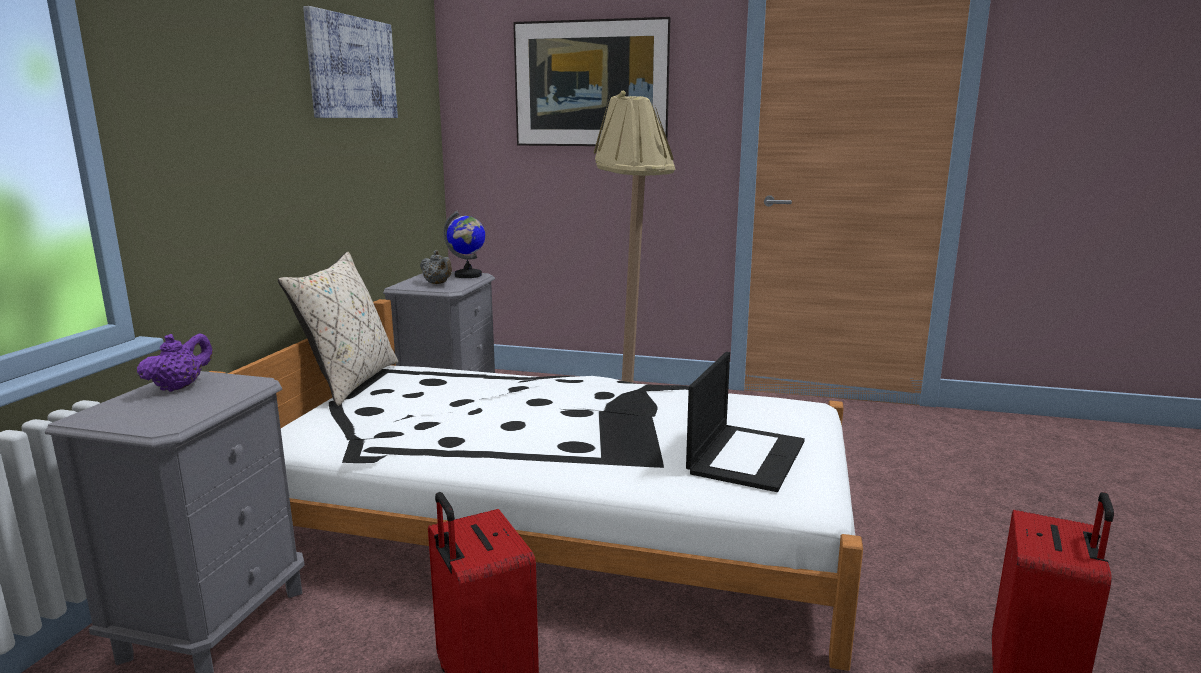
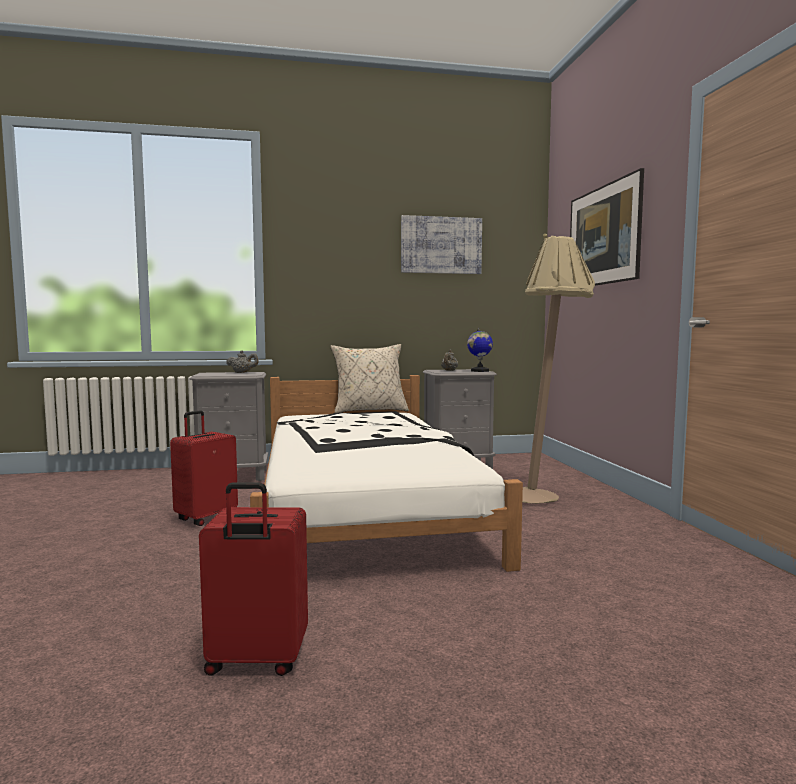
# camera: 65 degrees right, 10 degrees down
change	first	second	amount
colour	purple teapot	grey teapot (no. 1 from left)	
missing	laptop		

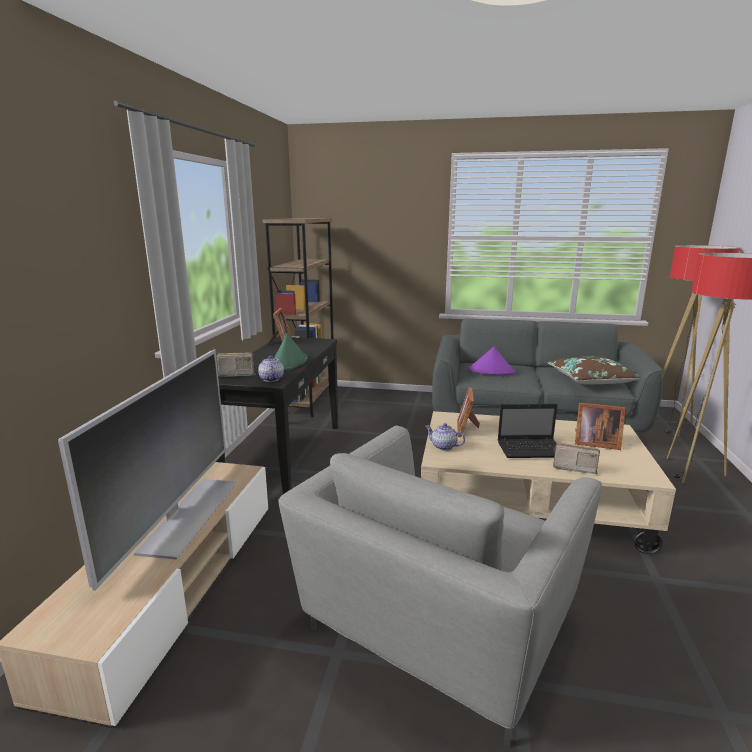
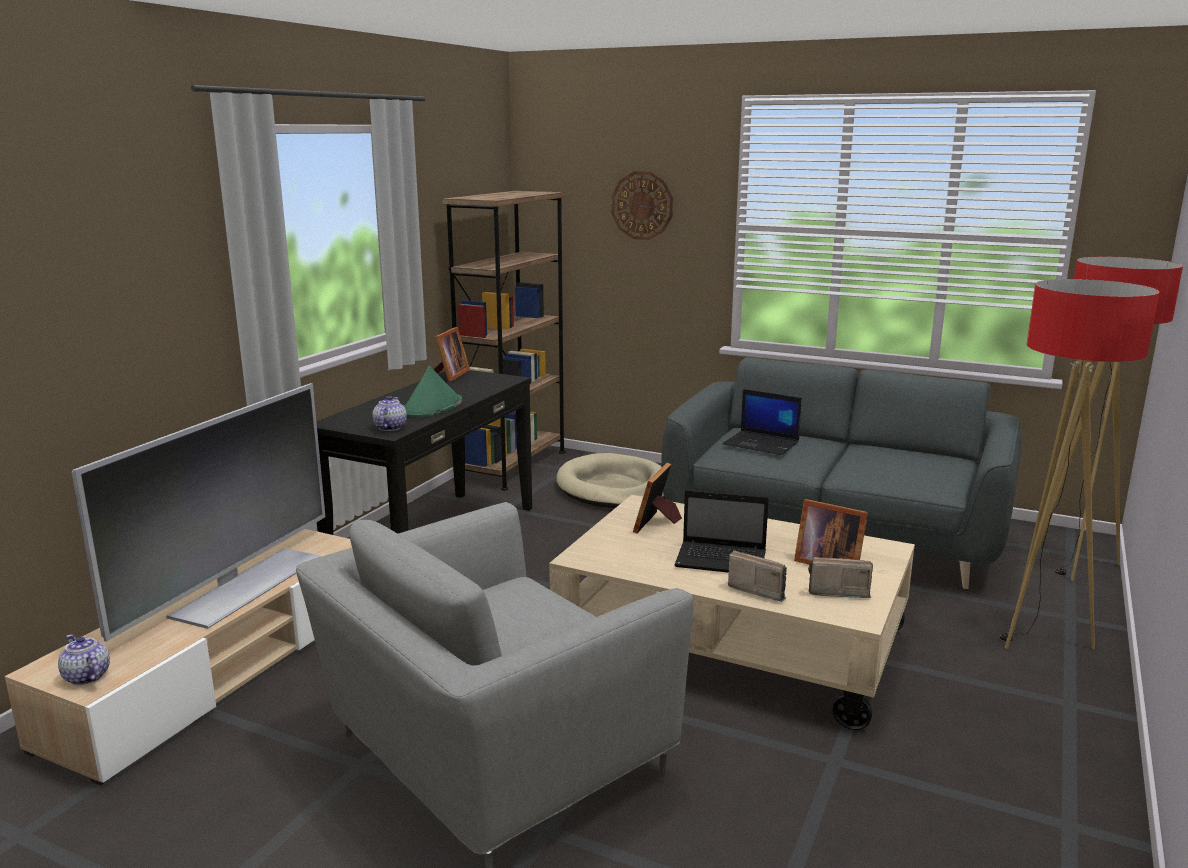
# camera: 15 degrees right, 0 degrees up
change	first	second	amount
relocated	teapot (no. 2 from left in the first image)	teapot (no. 1 from left)	
appeared		beige dog bed	
appeared		wall clock	
exchanged	purple hat	laptop (no. 2 from left)	
relocated	radio (no. 1 from left in the first image)	radio (no. 2 from left)	
missing	brown pillow		

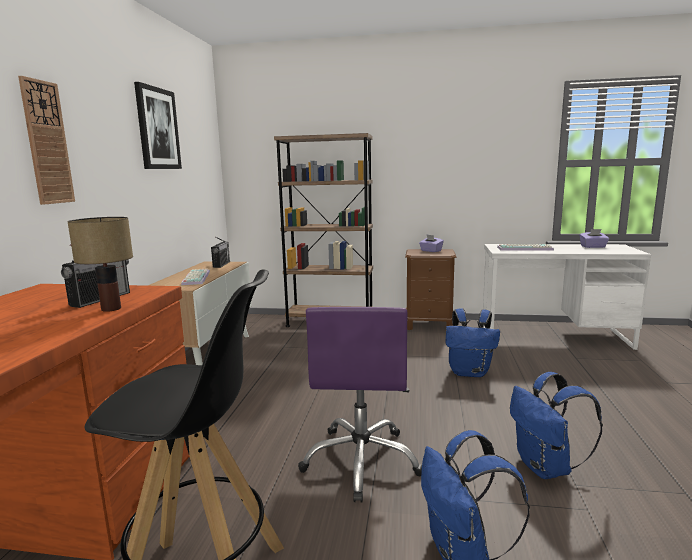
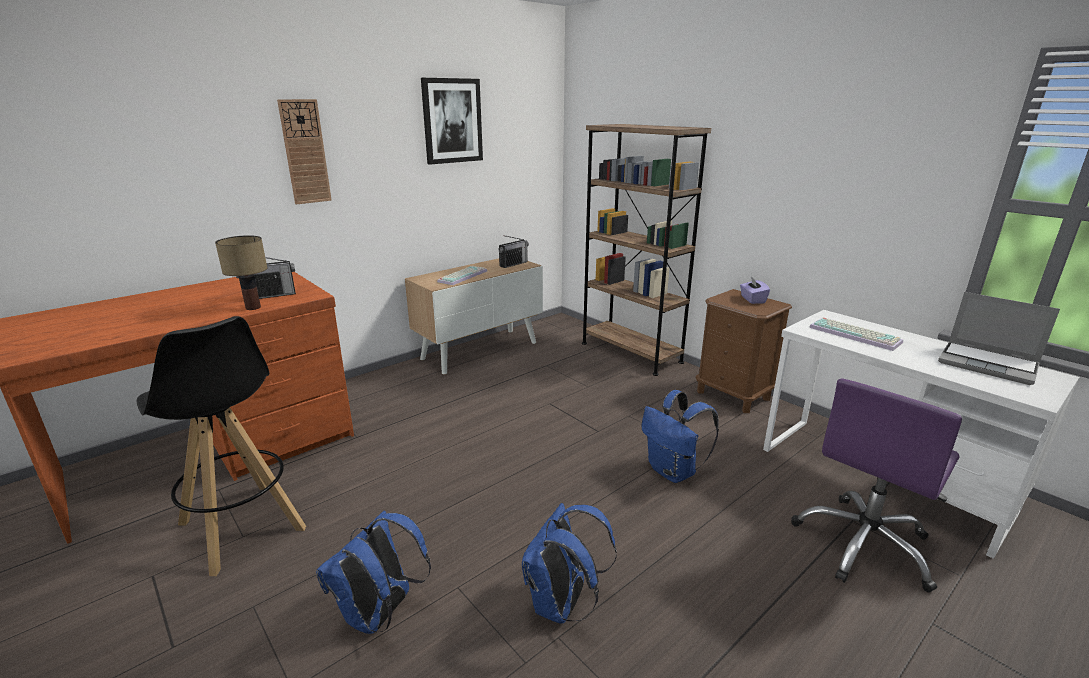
# camera: 40 degrees right, 10 degrees up
change	first	second	amount
relocated	purple office chair		
exchanged	purple tissue box (no. 2 from left)	laptop	

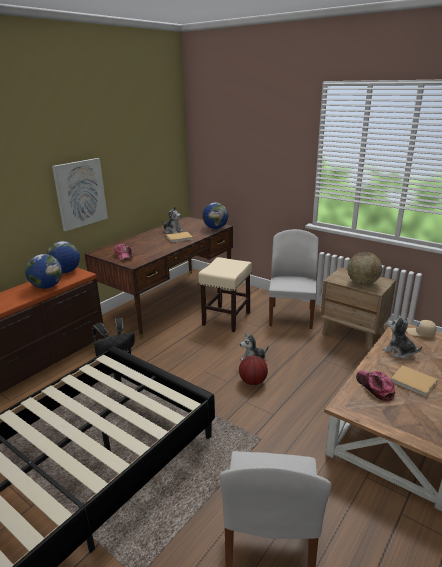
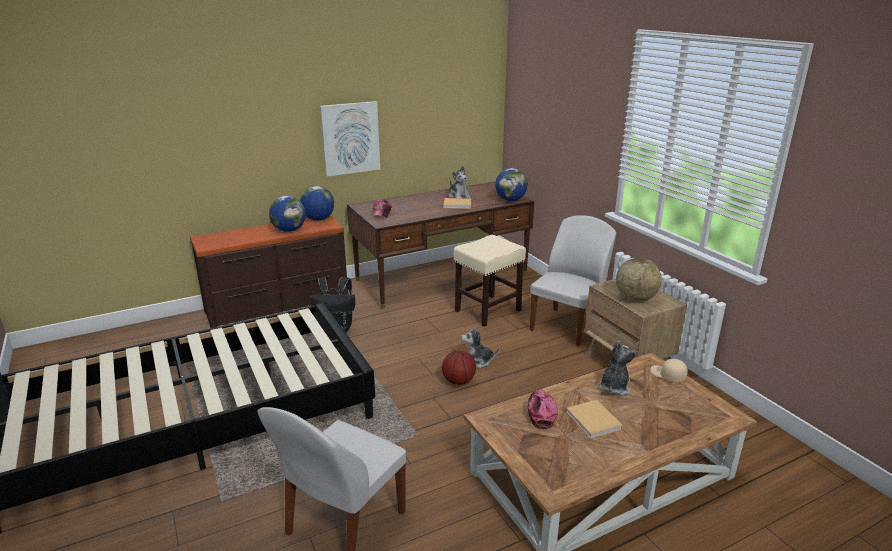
# camera: 25 degrees right, 0 degrees up
change	first	second	amount
spun	plush toy (no. 3 from left)		45 degrees clockwise

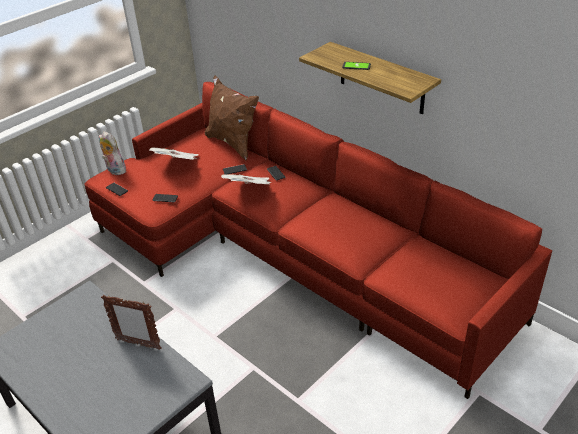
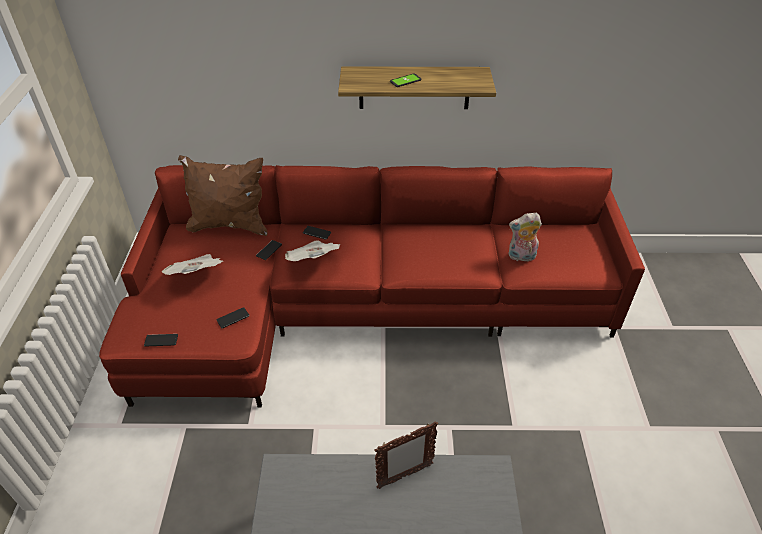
# camera: 45 degrees left, 5 degrees up
change	first	second	amount
relocated	plush toy		

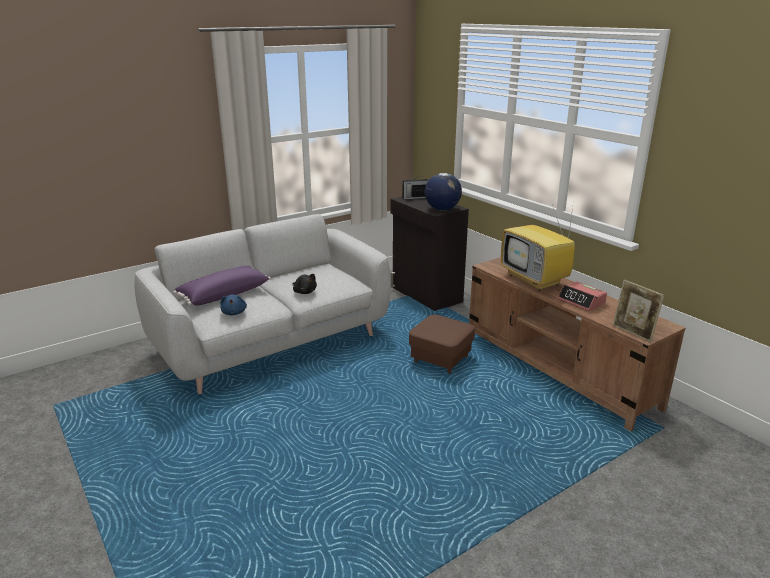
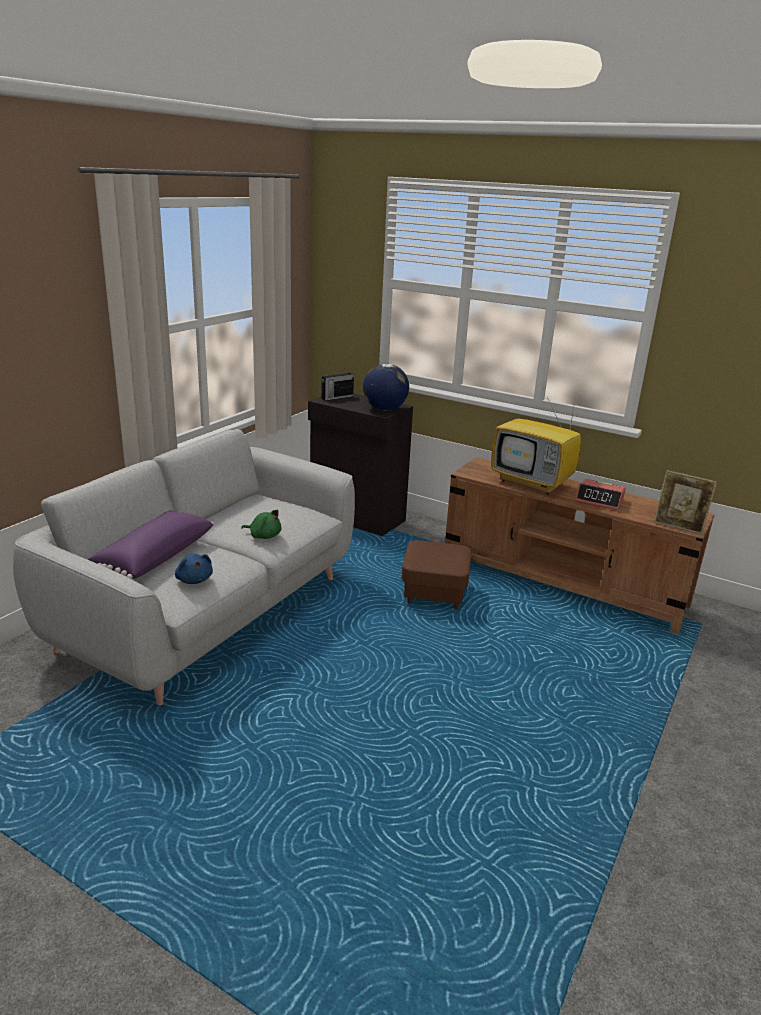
# camera: 25 degrees left, 0 degrees up
change	first	second	amount
colour	black plush toy	green plush toy	

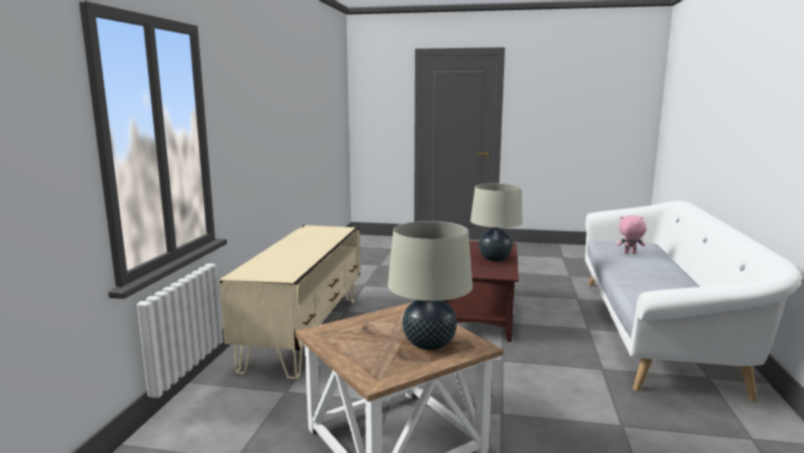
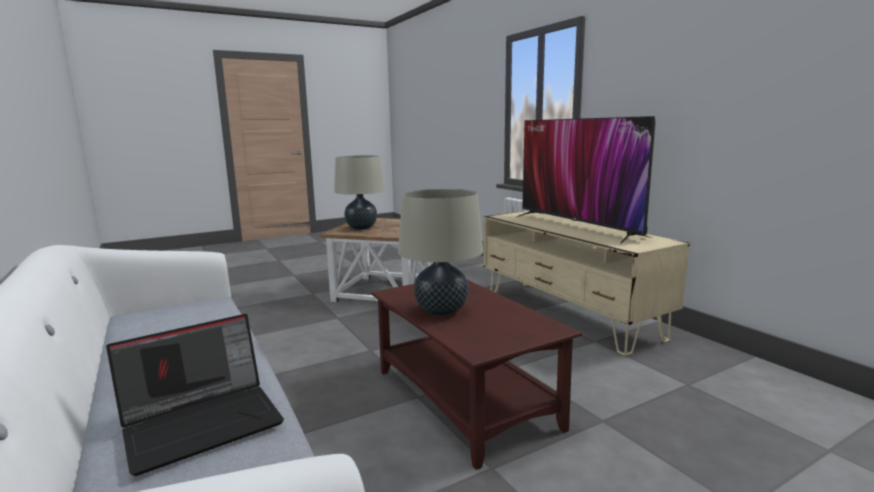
# camera: 140 degrees right, 0 degrees up
change	first	second	amount
exchanged	pink plush toy	laptop	
appeared		television	

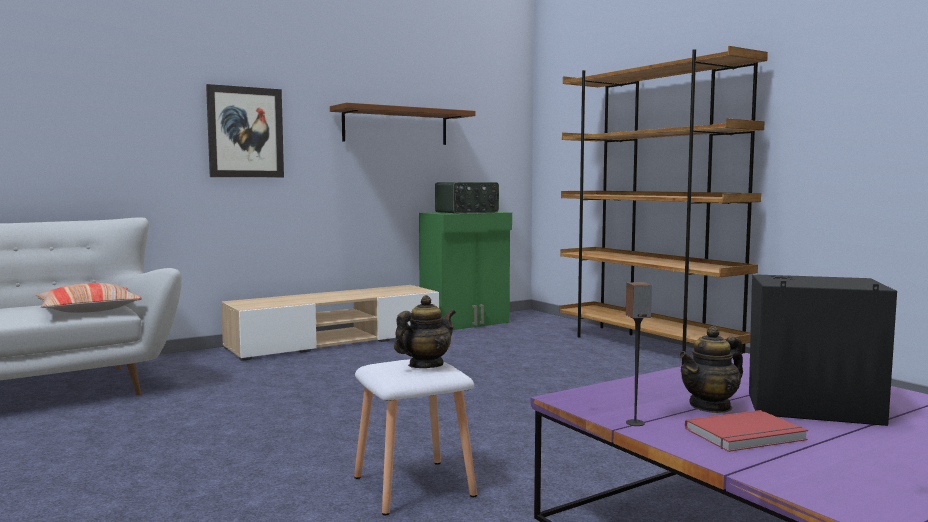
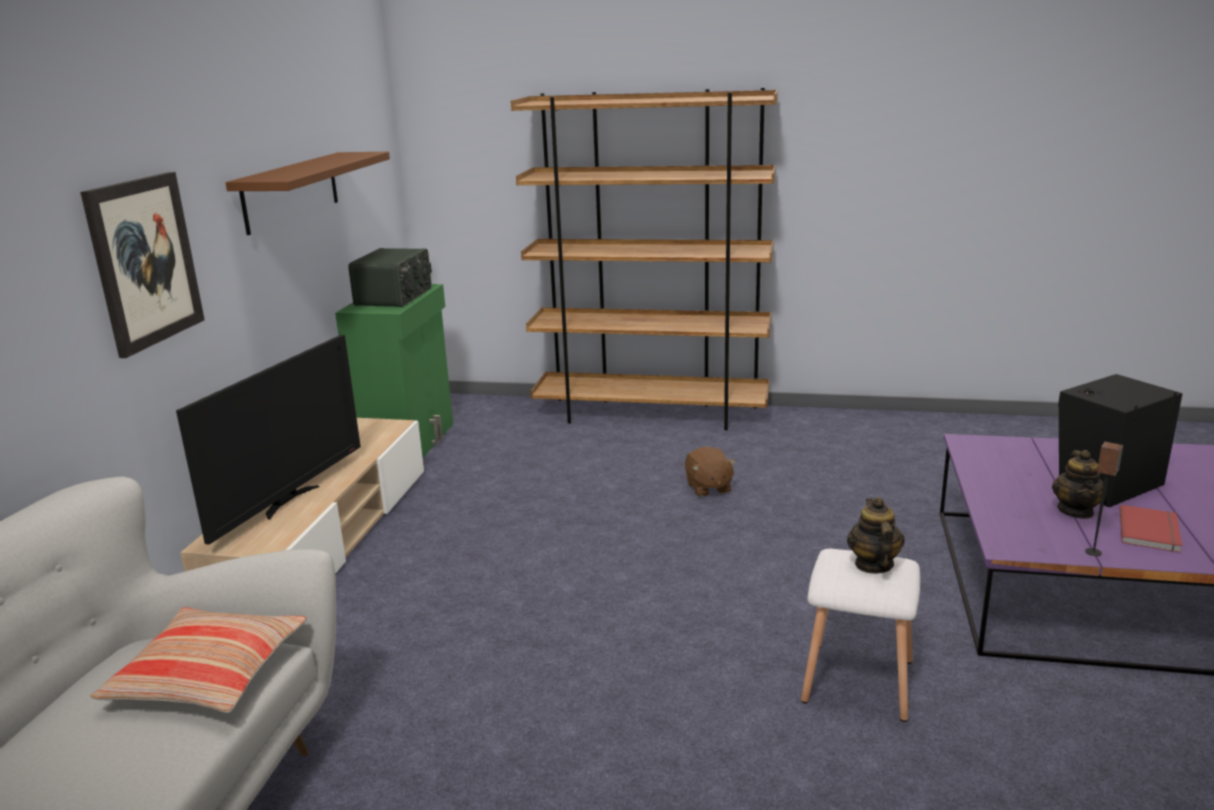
# camera: 45 degrees left, 15 degrees up
change	first	second	amount
appeared		television	
appeared		brown plush toy	

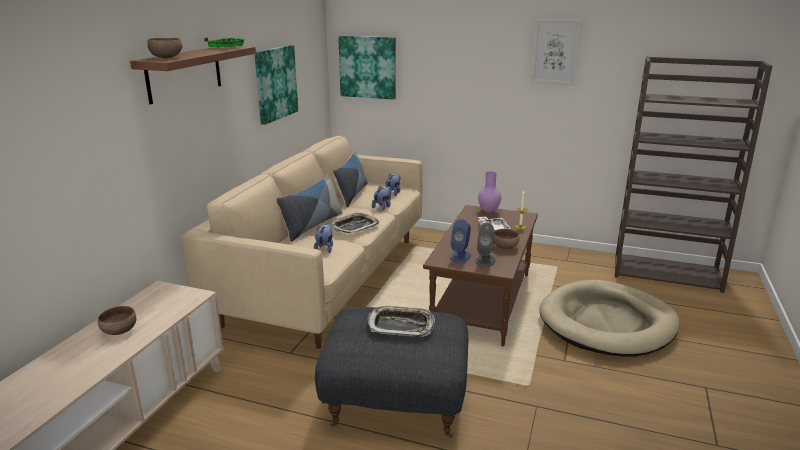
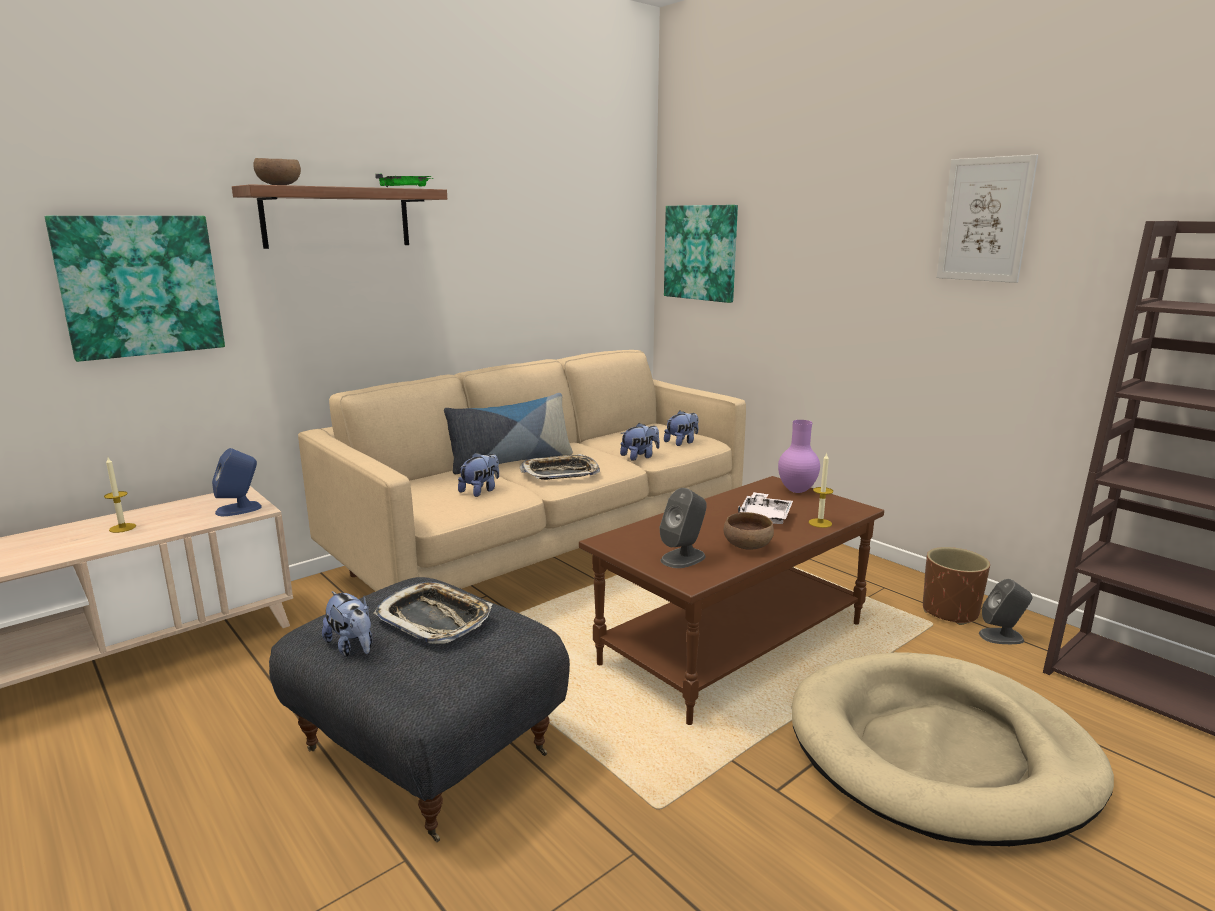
# camera: 30 degrees right, 5 degrees down
change	first	second	amount
relocated	picture (no. 1 from left)		
exchanged	brown bowl (no. 1 from left)	candle (no. 1 from left)	
relocated	blue speaker		
appeared		plush toy (no. 1 from left)	
appeared		brown planter	
appeared		grey speaker (no. 2 from left)	
missing	pillow (no. 2 from left)		

